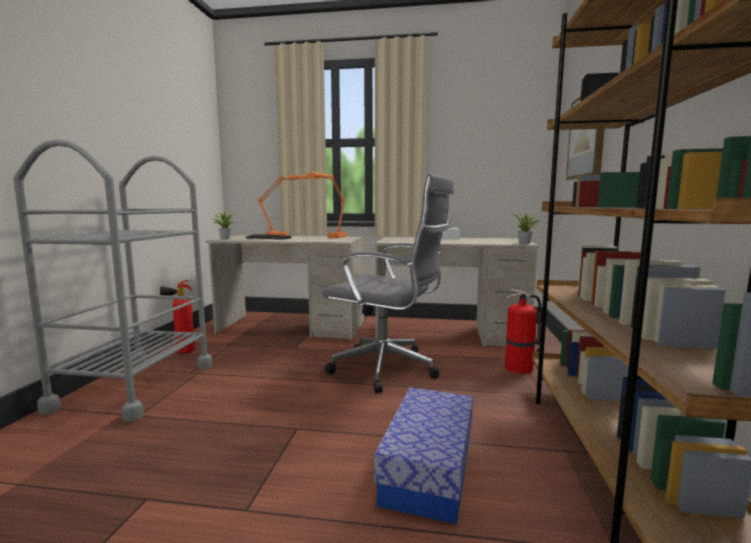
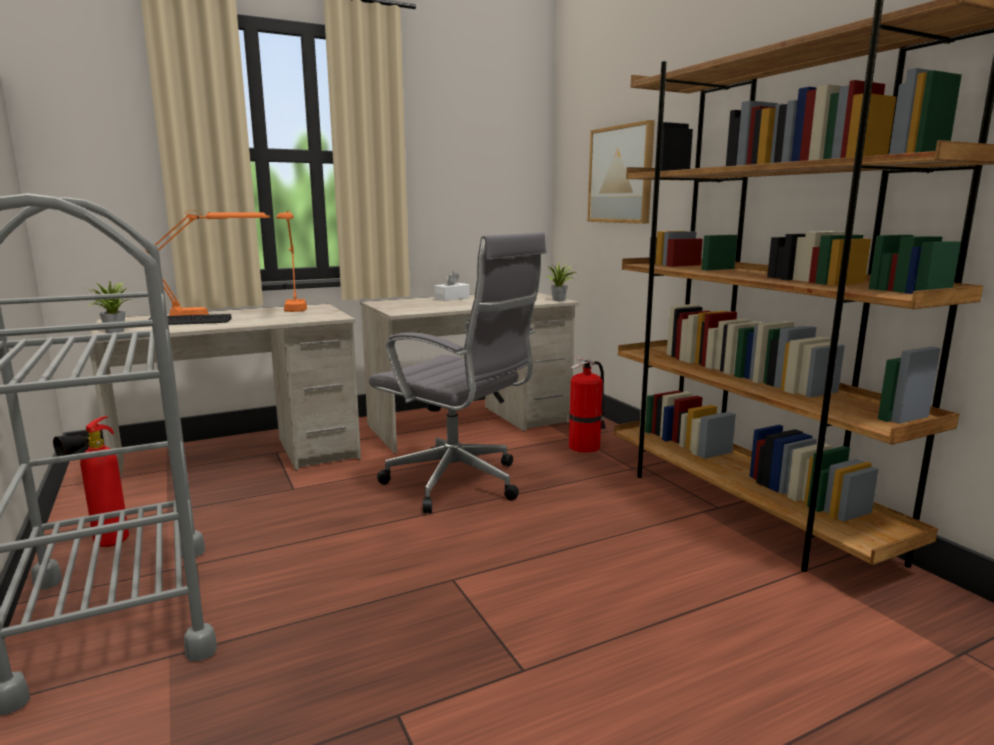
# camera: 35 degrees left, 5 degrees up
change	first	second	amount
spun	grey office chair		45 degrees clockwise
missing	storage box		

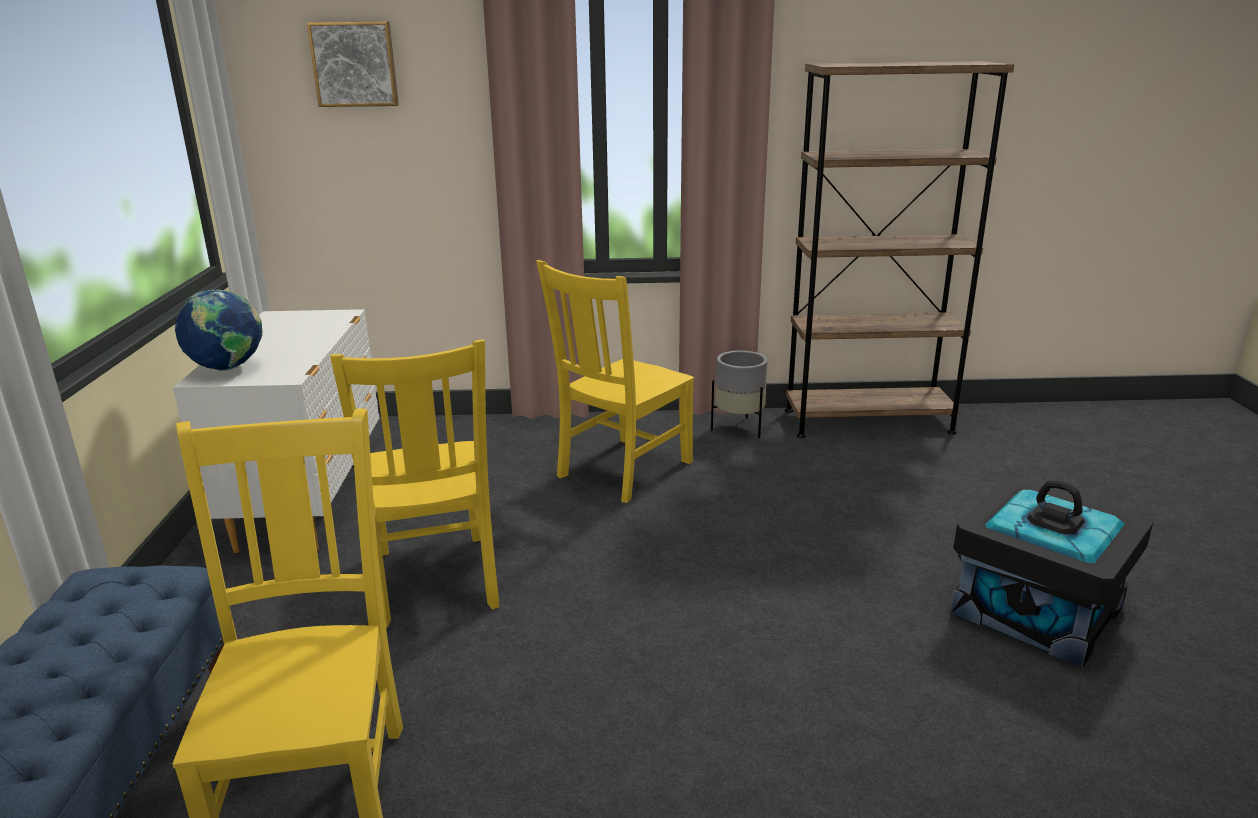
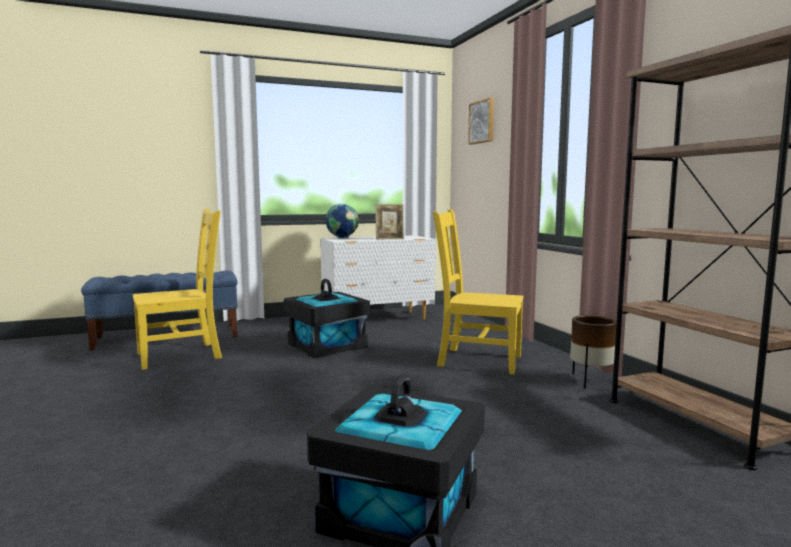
# camera: 70 degrees right, 15 degrees down
change	first	second	amount
exchanged	yellow chair (no. 2 from left)	black storage box (no. 1 from left)	
appeared		picture frame	
colour	grey planter	brown planter	

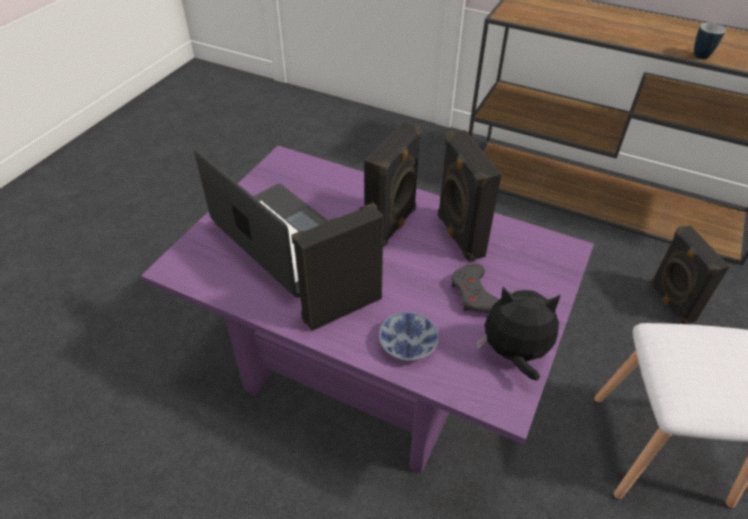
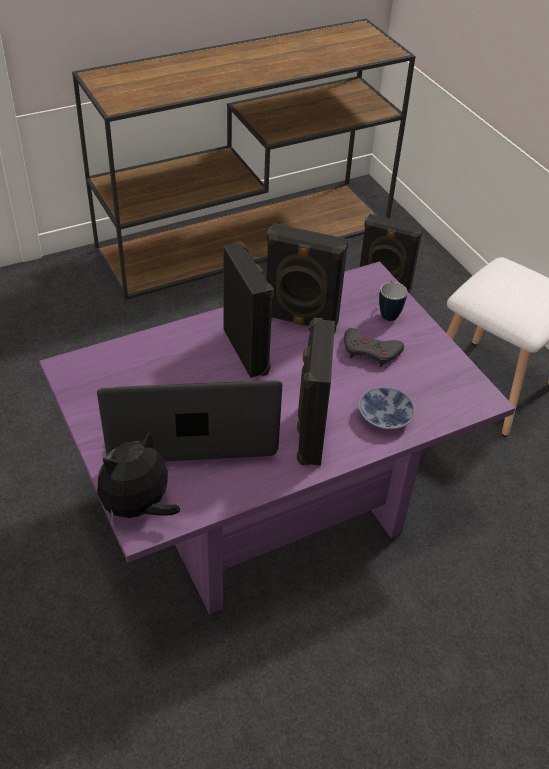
# camera: 55 degrees left, 0 degrees up
change	first	second	amount
relocated	plush toy		
relocated	mug		

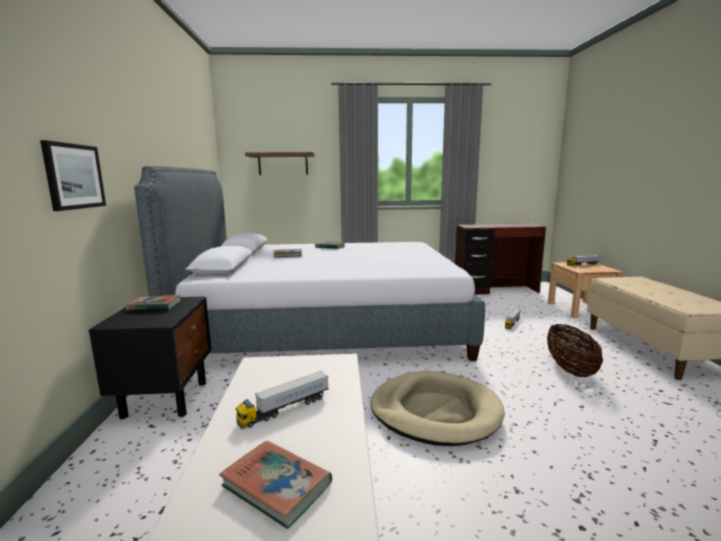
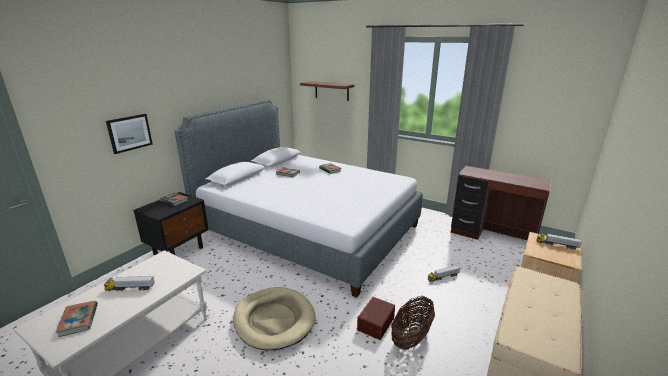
# camera: 35 degrees right, 10 degrees up
change	first	second	amount
appeared		brown storage box	

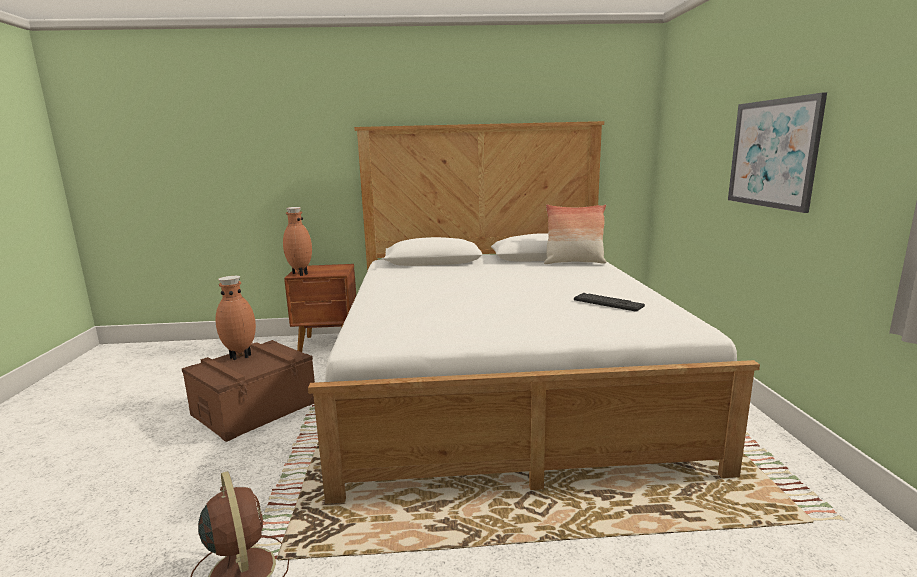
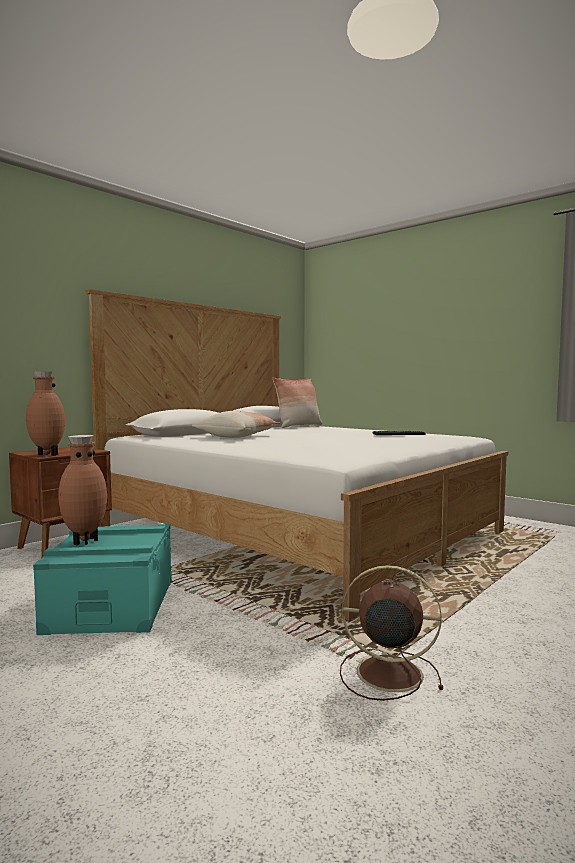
# camera: 45 degrees left, 10 degrees down
change	first	second	amount
colour	brown storage box	turquoise storage box	
appeared		pillow (no. 1 from left)	
missing	picture		

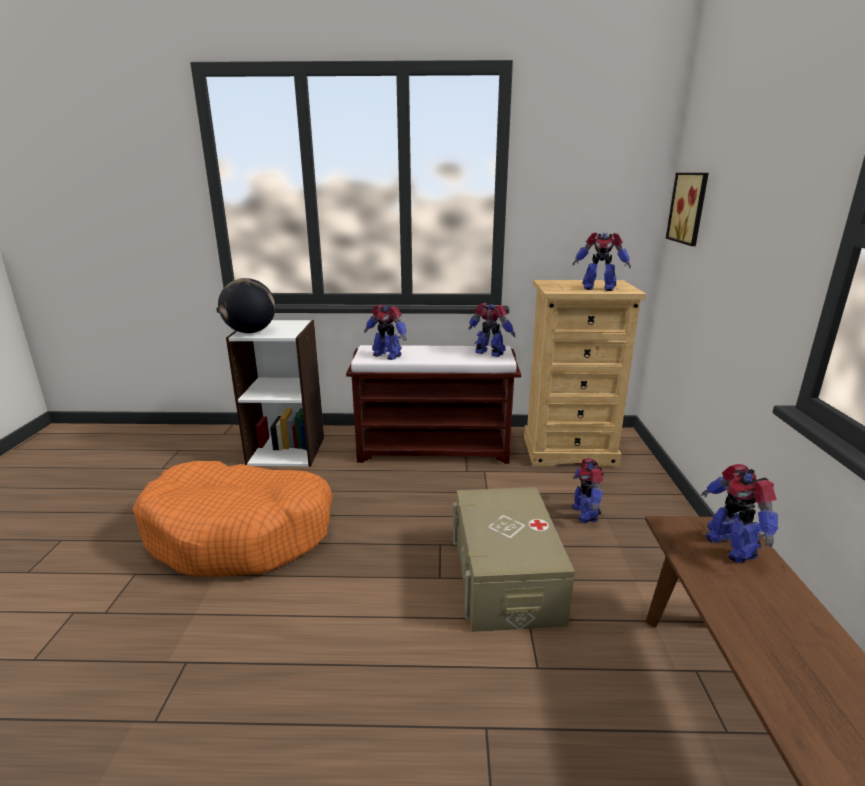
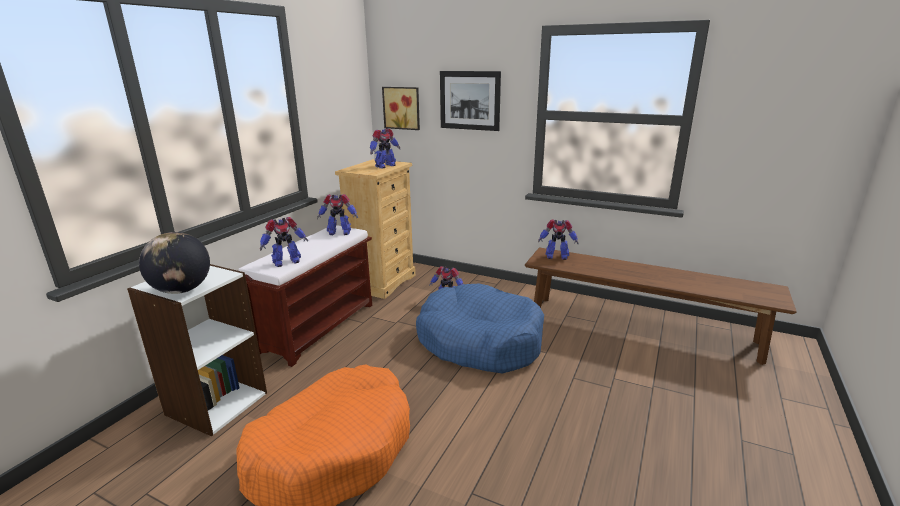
# camera: 65 degrees left, 0 degrees up
change	first	second	amount
spun	toy robot (no. 2 from left)		150 degrees counterclockwise
exchanged	beige storage box	blue dog bed	
appeared		picture (no. 2 from left)	

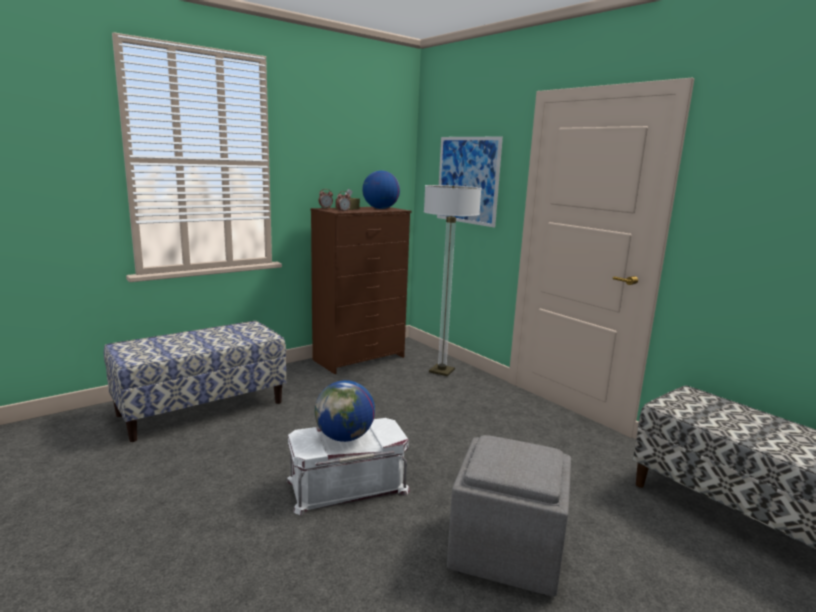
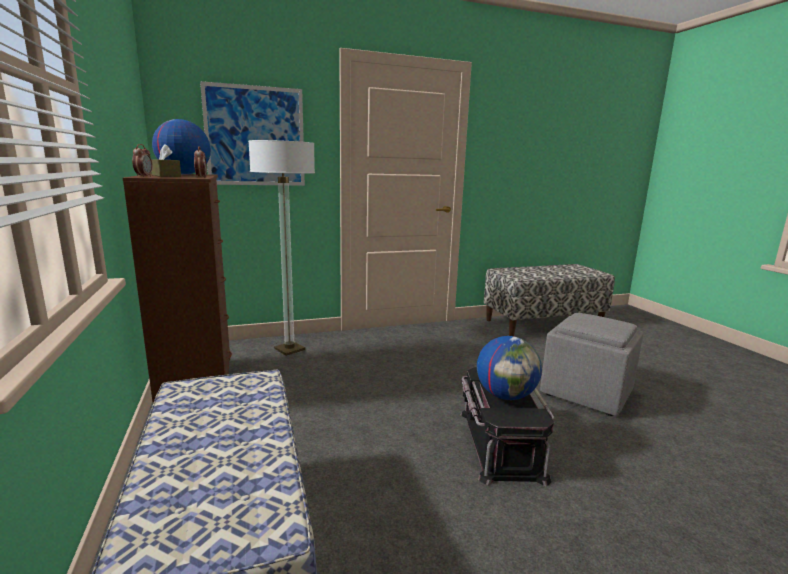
# camera: 70 degrees left, 0 degrees up
change	first	second	amount
colour	white storage box	black storage box	

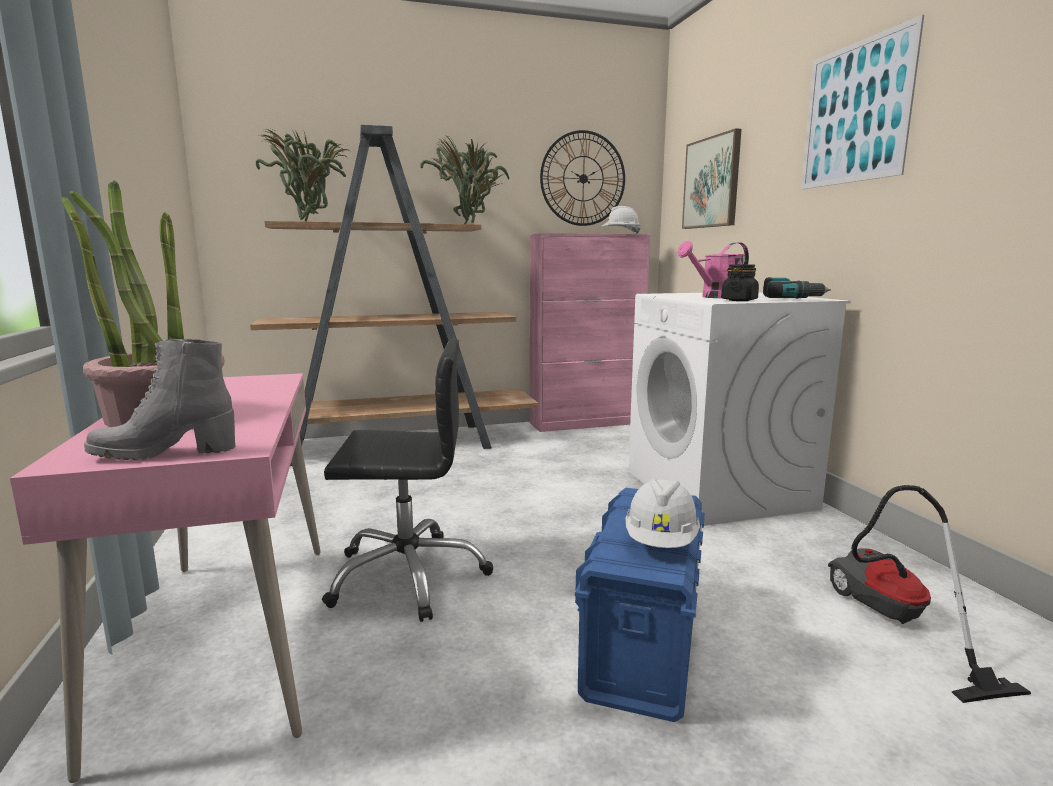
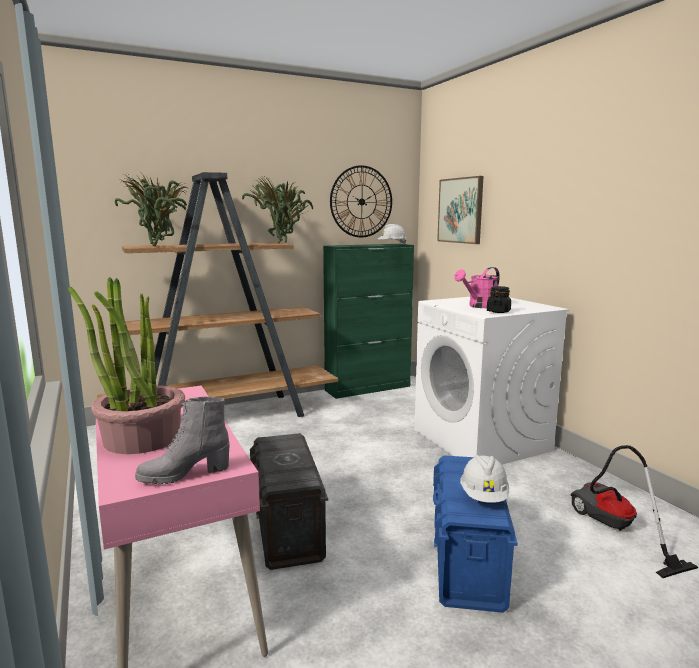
# camera: 10 degrees left, 0 degrees up
change	first	second	amount
exchanged	black office chair	grey storage box	
colour	pink cabinet	green cabinet	
missing	power drill		
missing	picture (no. 2 from left)		

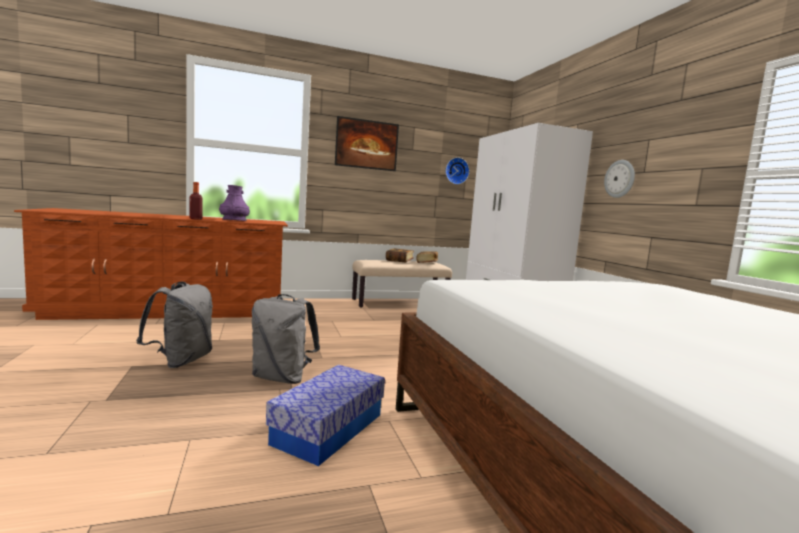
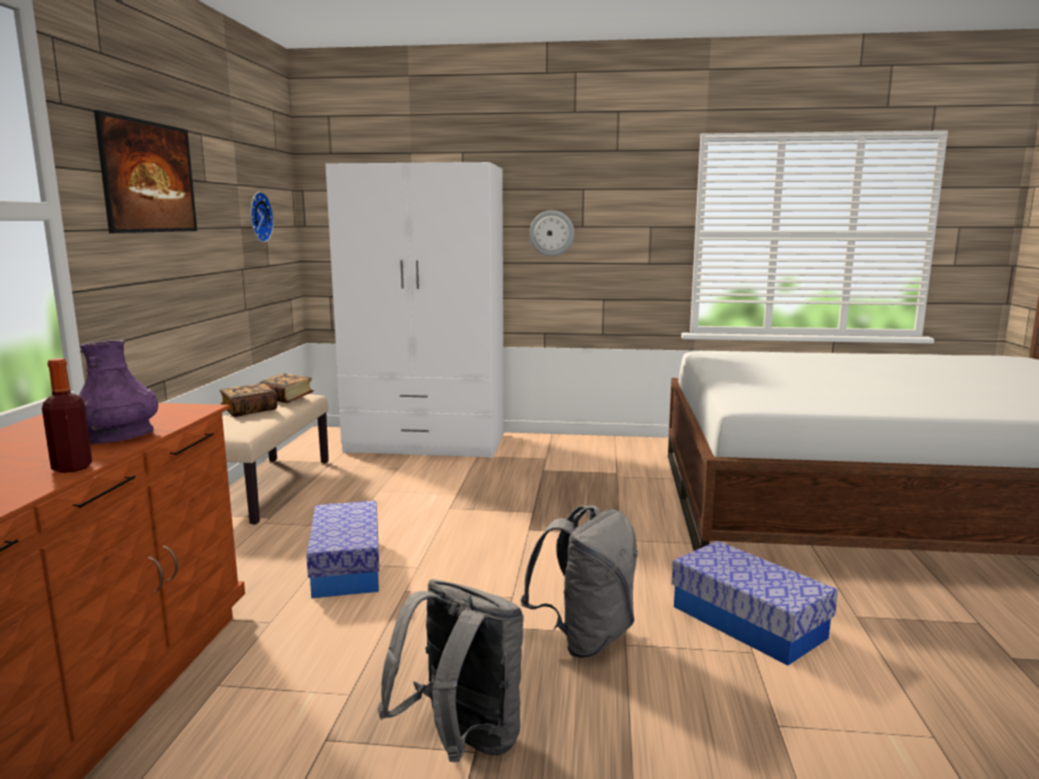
# camera: 65 degrees left, 5 degrees up
change	first	second	amount
appeared		storage box (no. 1 from left)	

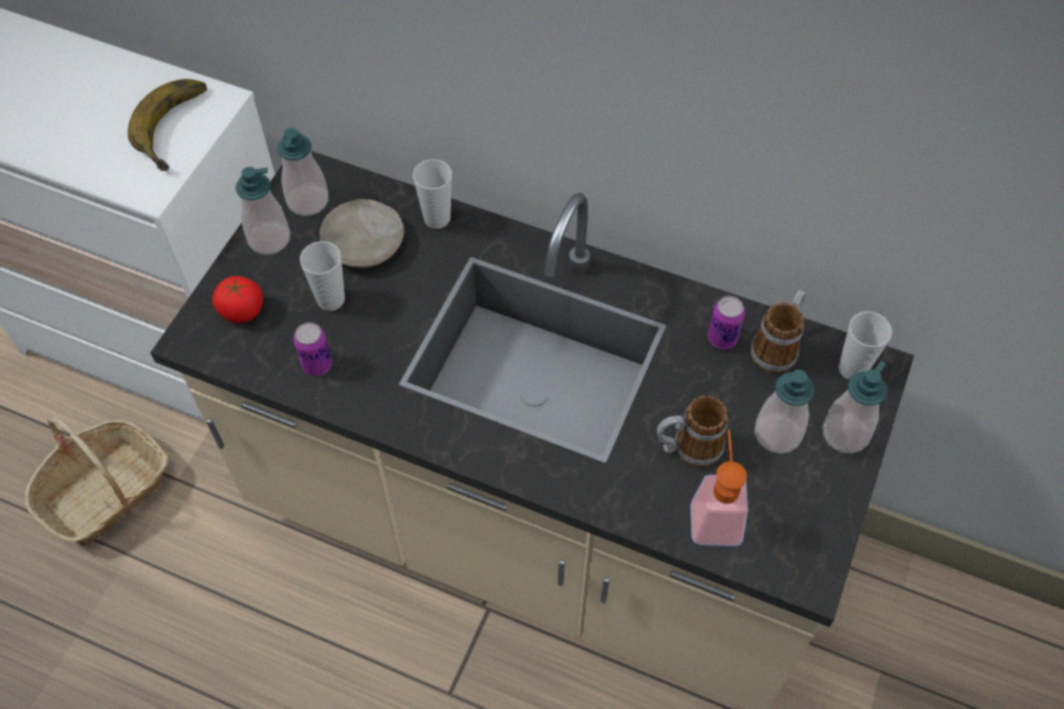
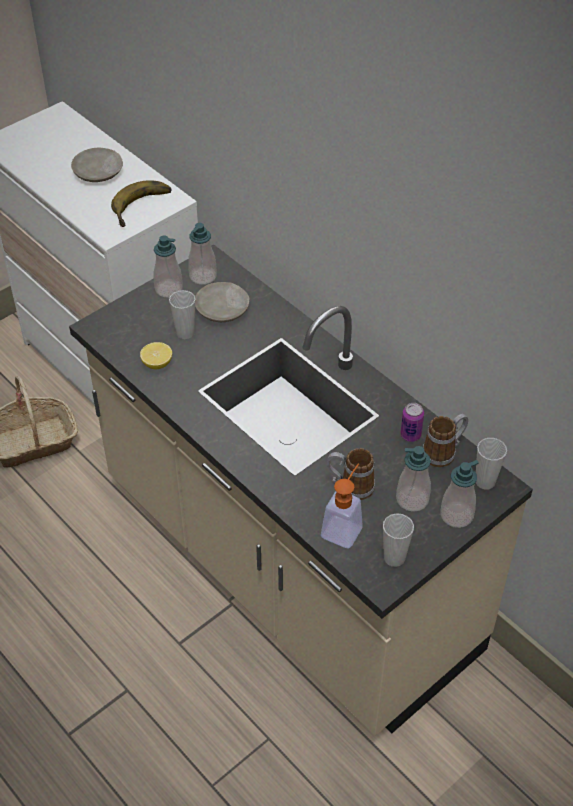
# camera: 25 degrees right, 10 degrees down
change	first	second	amount
appeared		beige plate (no. 1 from left)	
exchanged	can (no. 1 from left)	lemon	
relocated	cup (no. 2 from left)		
missing	tomato		

